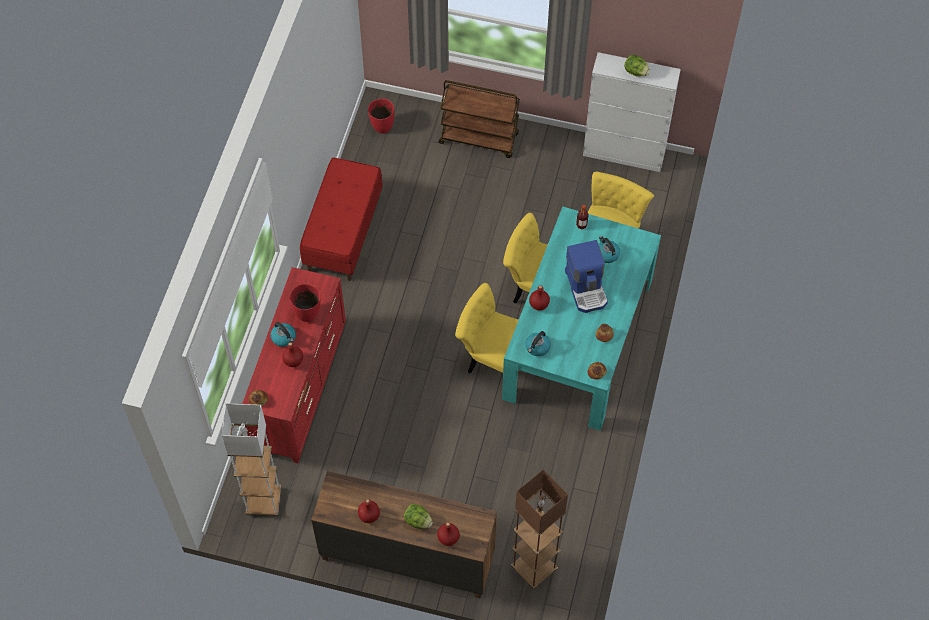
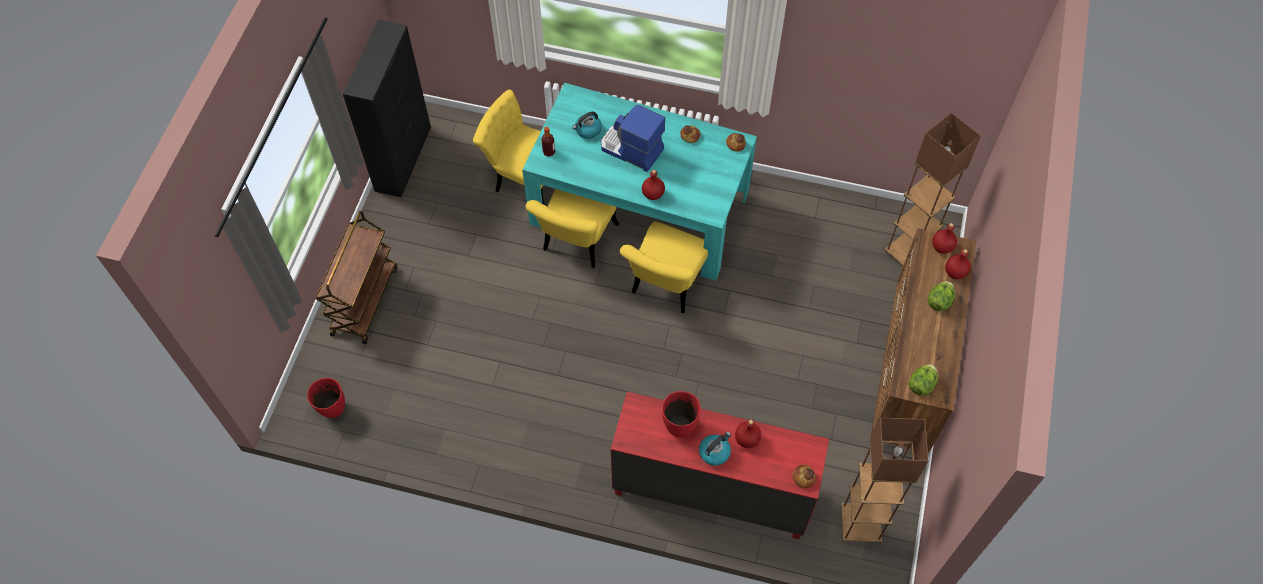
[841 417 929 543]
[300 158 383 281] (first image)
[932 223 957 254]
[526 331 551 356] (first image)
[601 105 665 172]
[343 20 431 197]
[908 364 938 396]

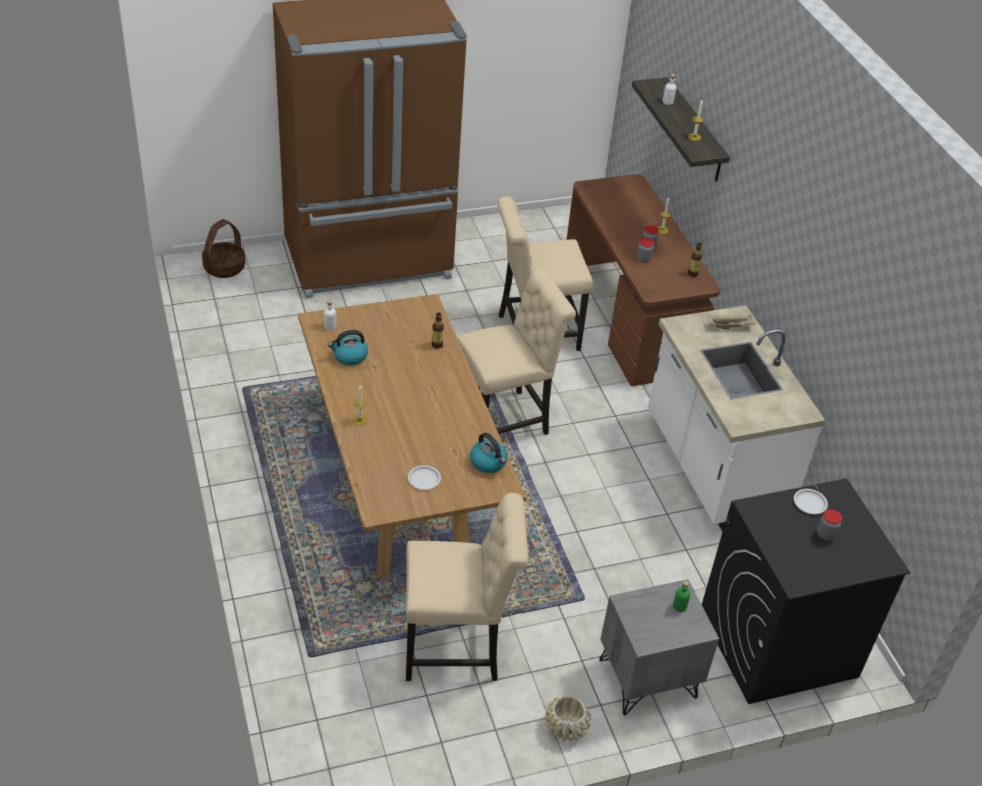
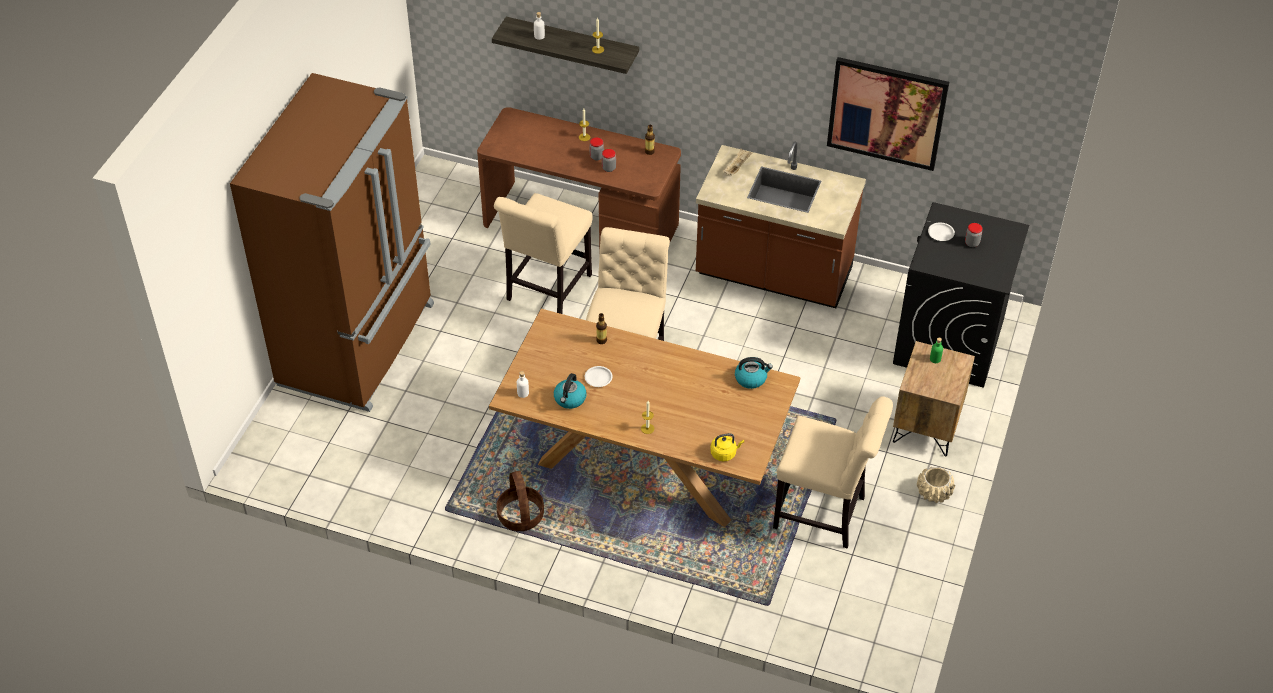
[496 471 544 531]
[773 396 893 548]
[585 366 613 387]
[893 341 975 456]
[696 142 866 308]
[710 433 744 461]
[827 57 949 171]

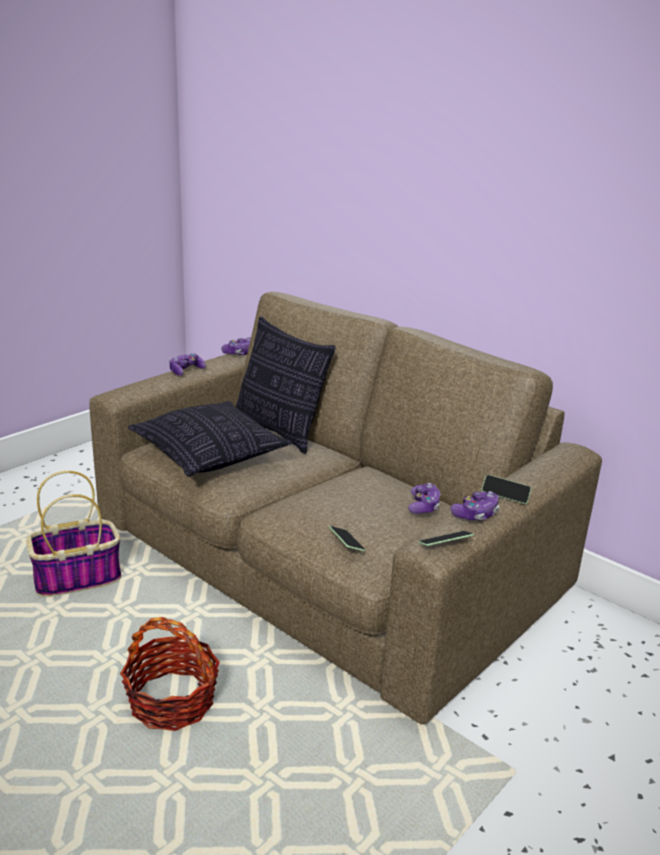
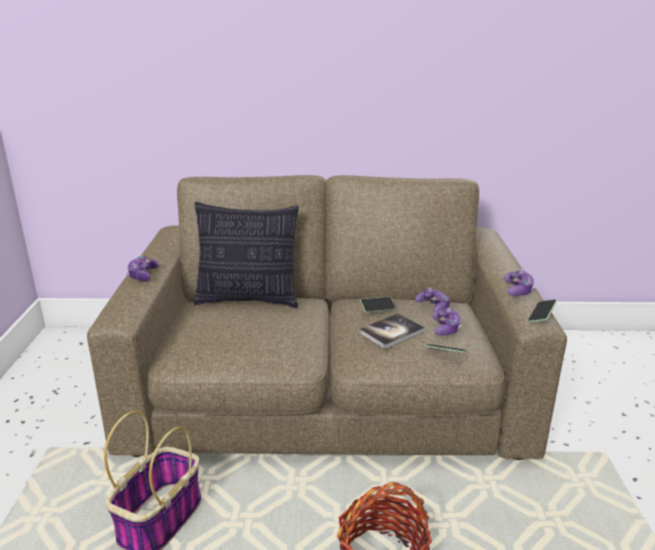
[128 401 292 477] (first image)
[432 308 461 336]
[360 296 396 313]
[359 313 425 349]

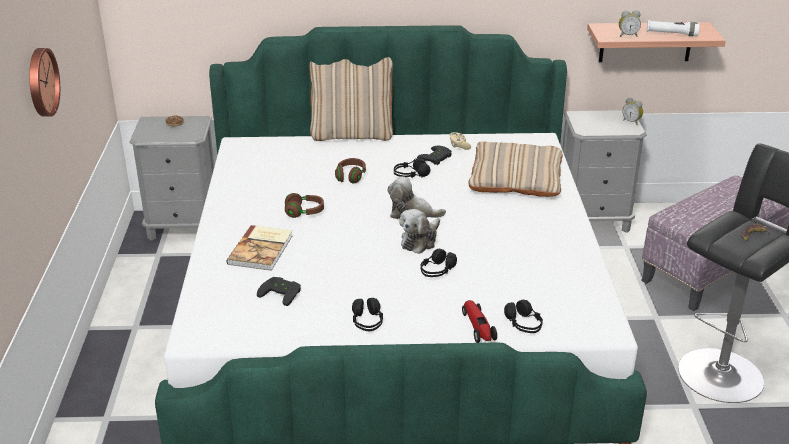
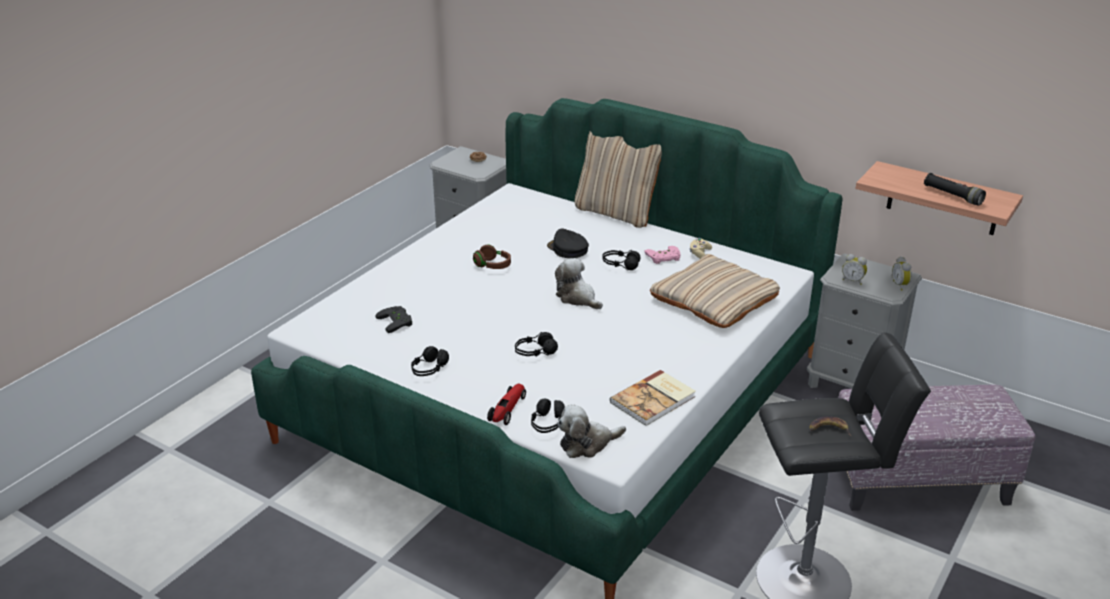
[29 48 60 117] (first image)
[610 370 696 426]
[547 228 589 258]
[557 404 626 458]
[645 246 680 264]
[842 254 867 285]
[924 173 986 206]

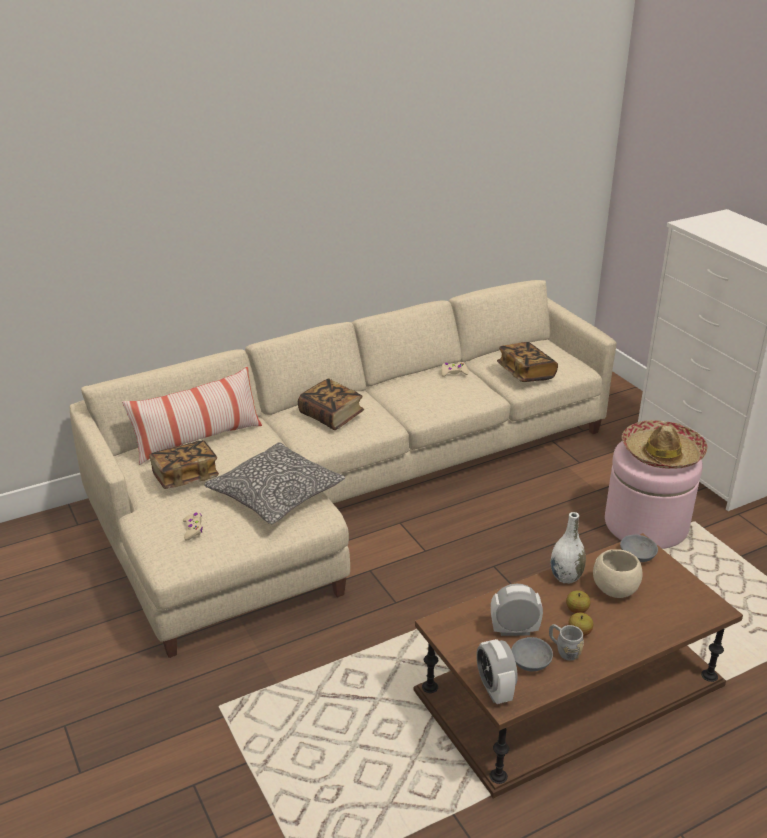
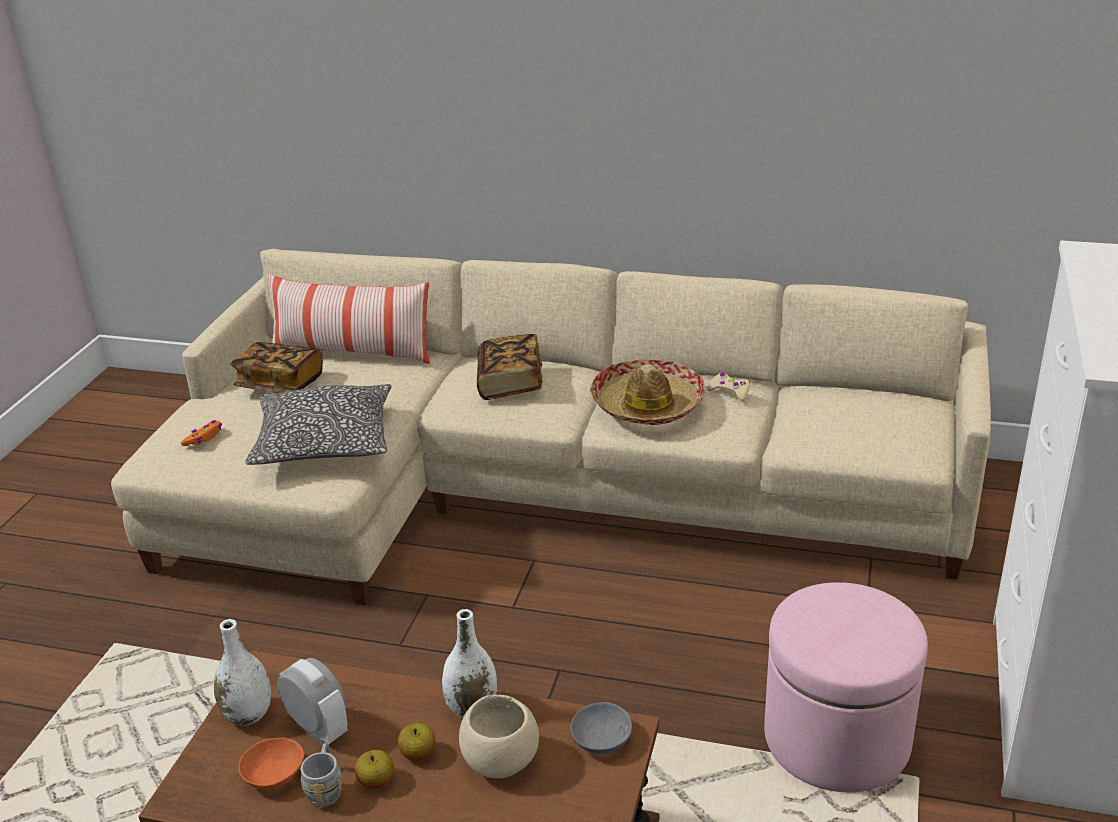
[181 420 222 446]
[476 639 518 704] (first image)
[497 342 558 382] (first image)
[238 737 304 790]
[590 360 705 425]
[214 619 271 725]

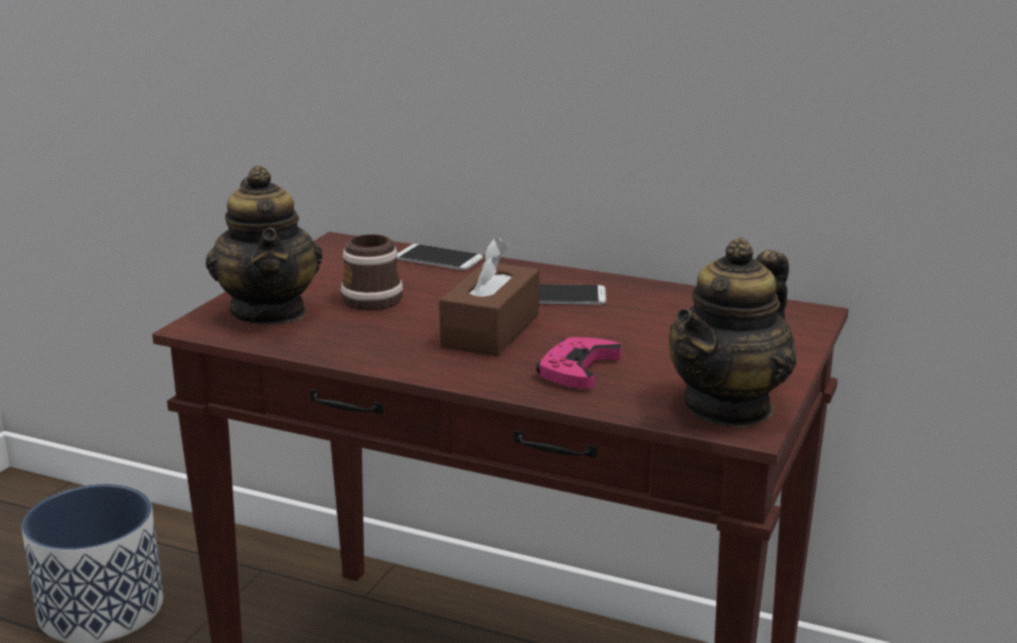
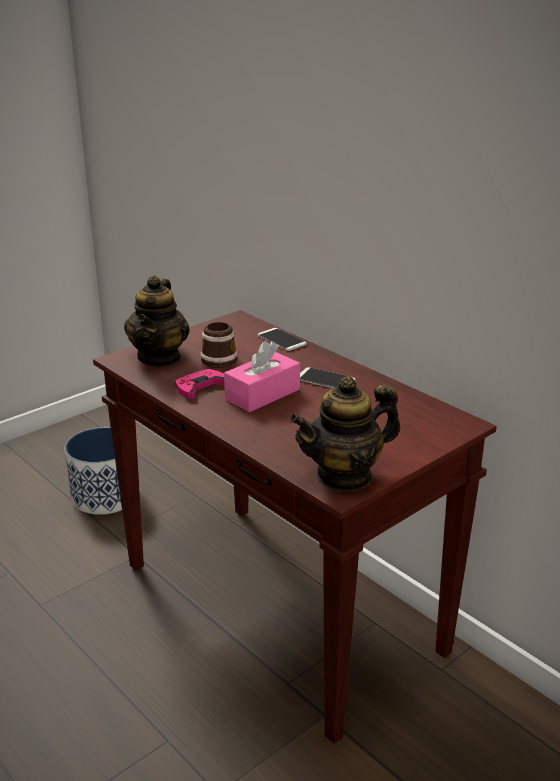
[224 341 300 412]
[175 369 225 399]

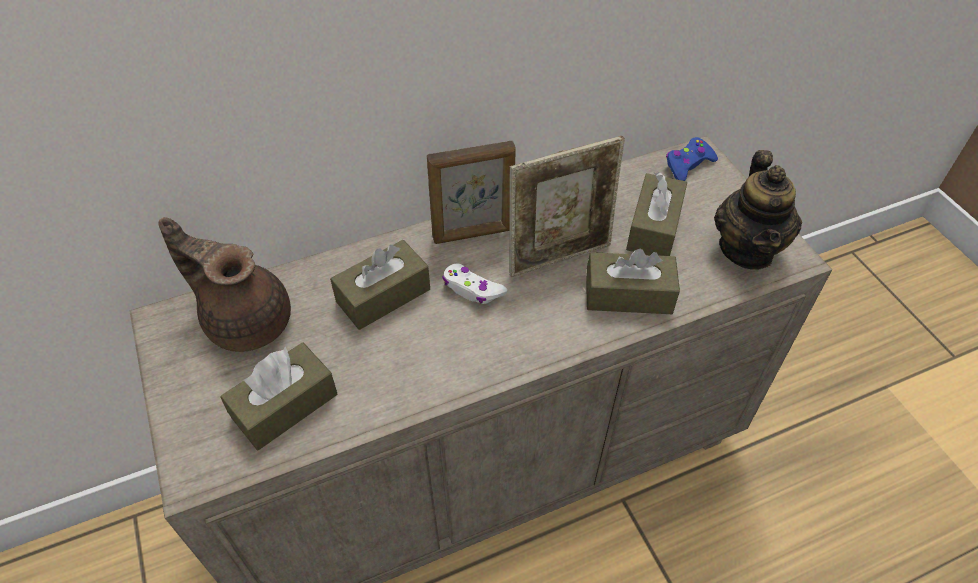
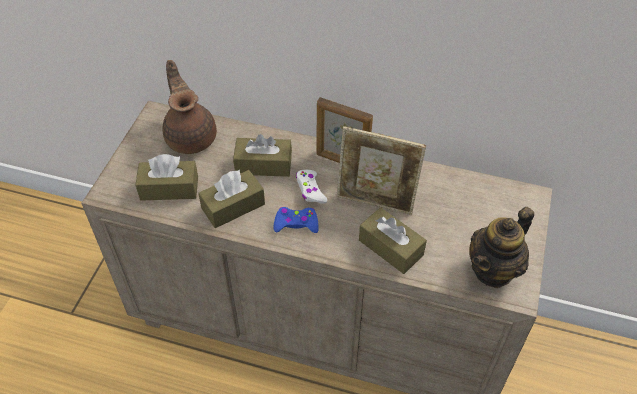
[198 170 265 228]
[273 207 319 233]

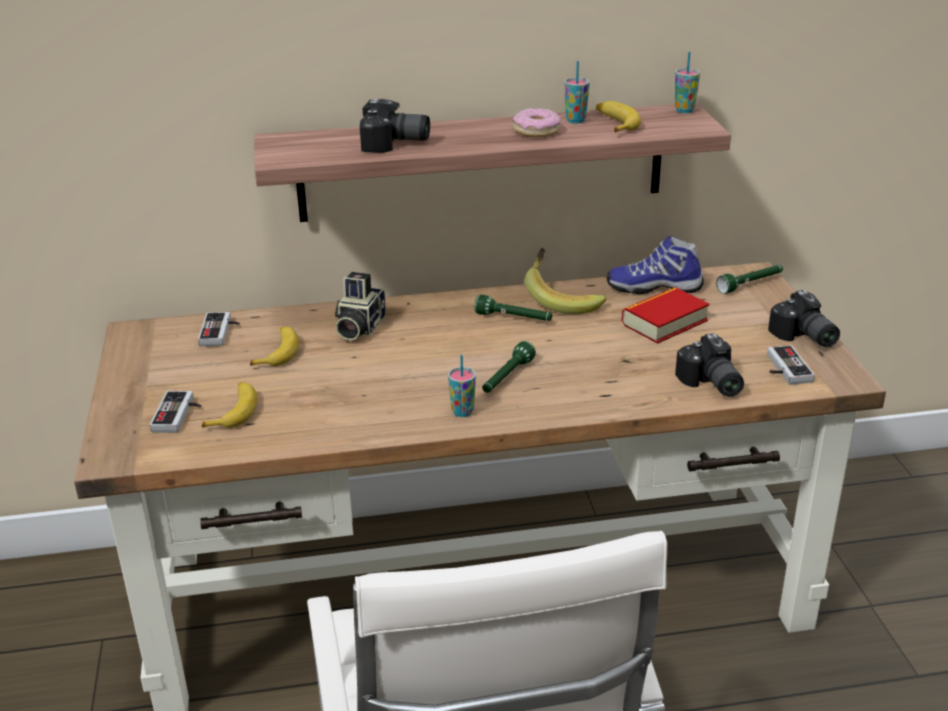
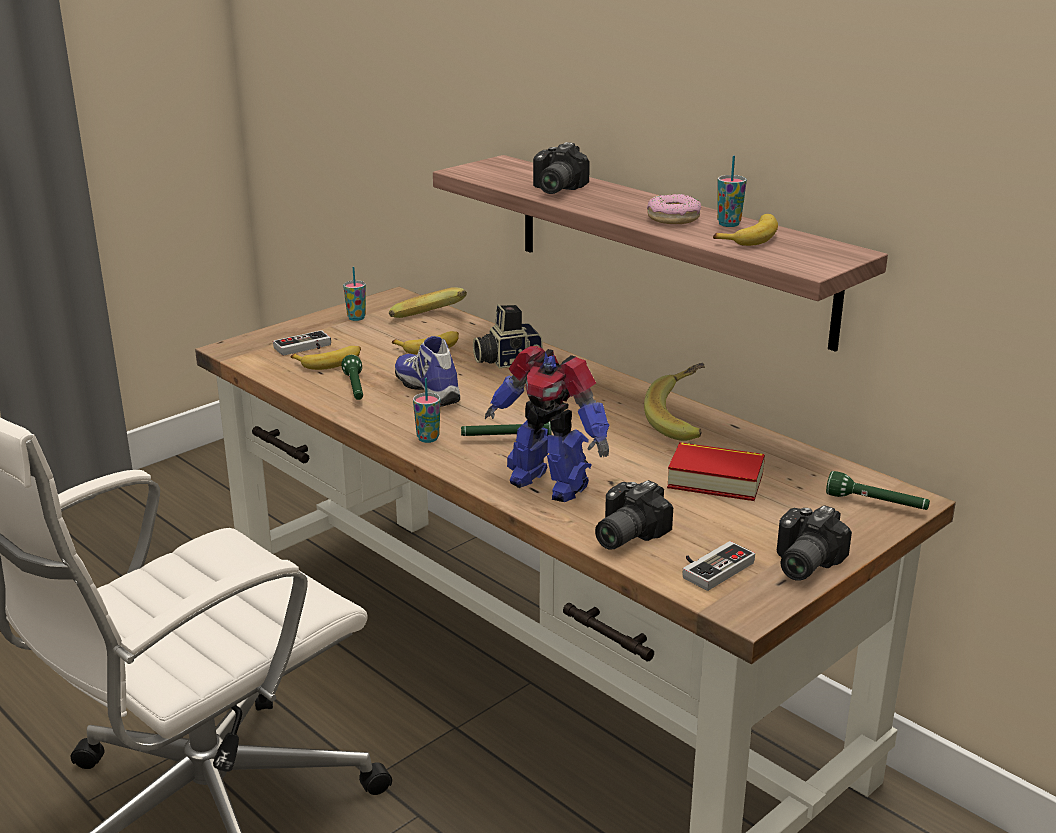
[389 287 467 318]
[533 142 590 194]
[341 355 363 400]
[395 336 460 407]
[343 267 366 321]
[485 346 609 502]

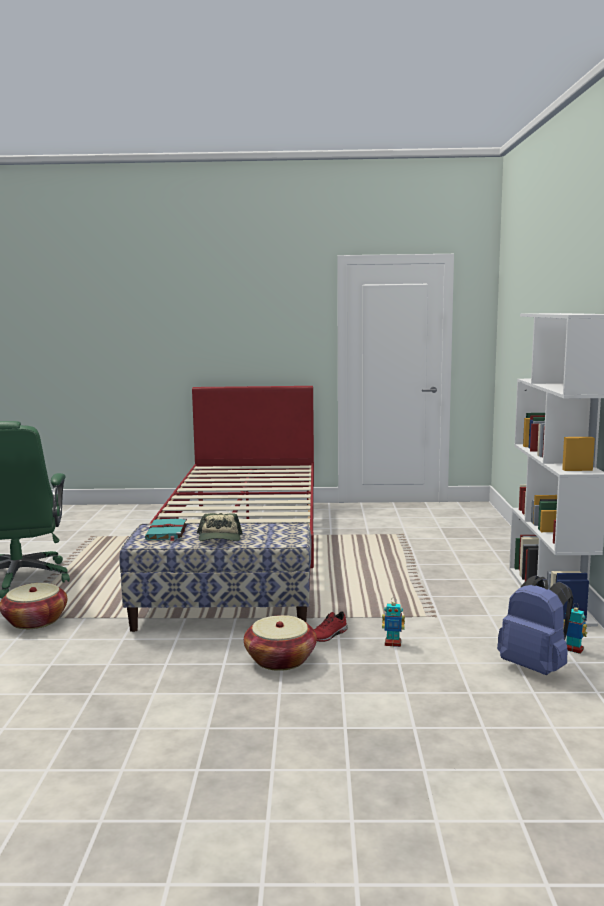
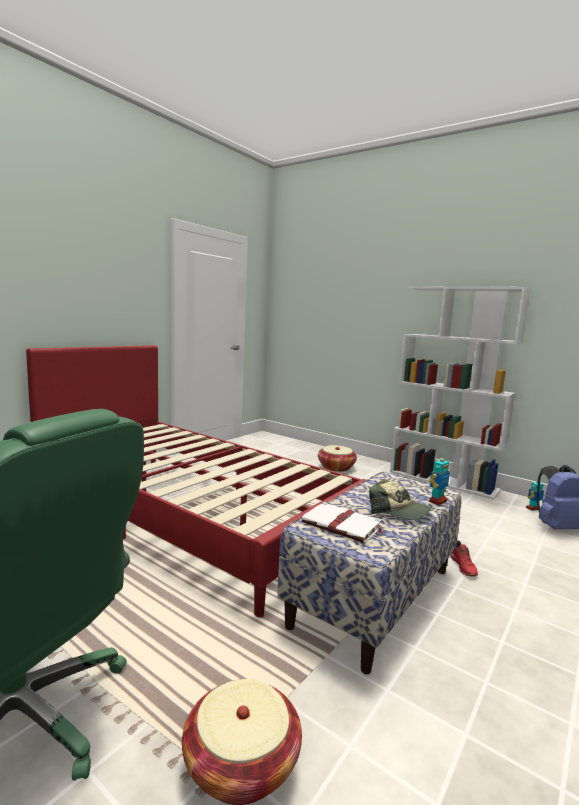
[301 502 383 543]
[318 445 357 472]
[429 456 450 505]

